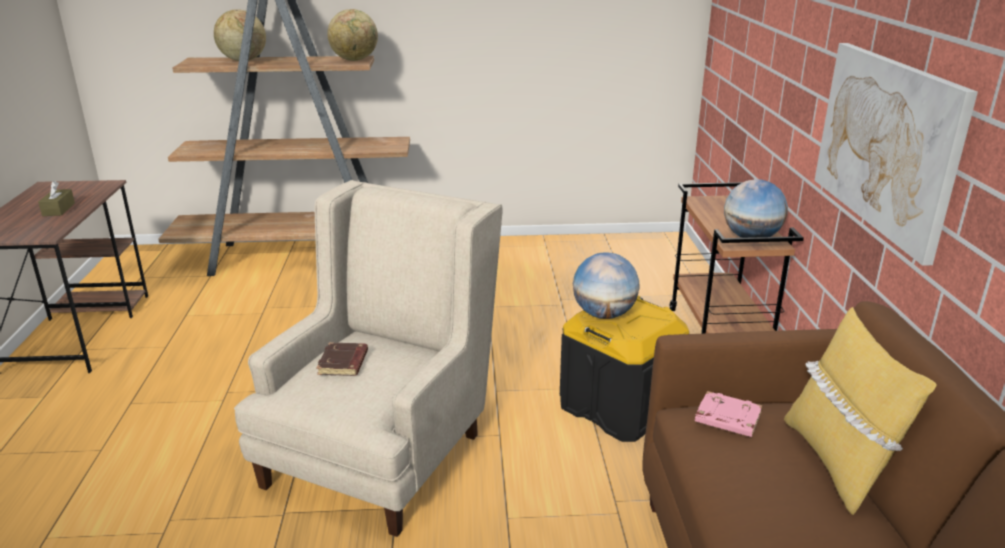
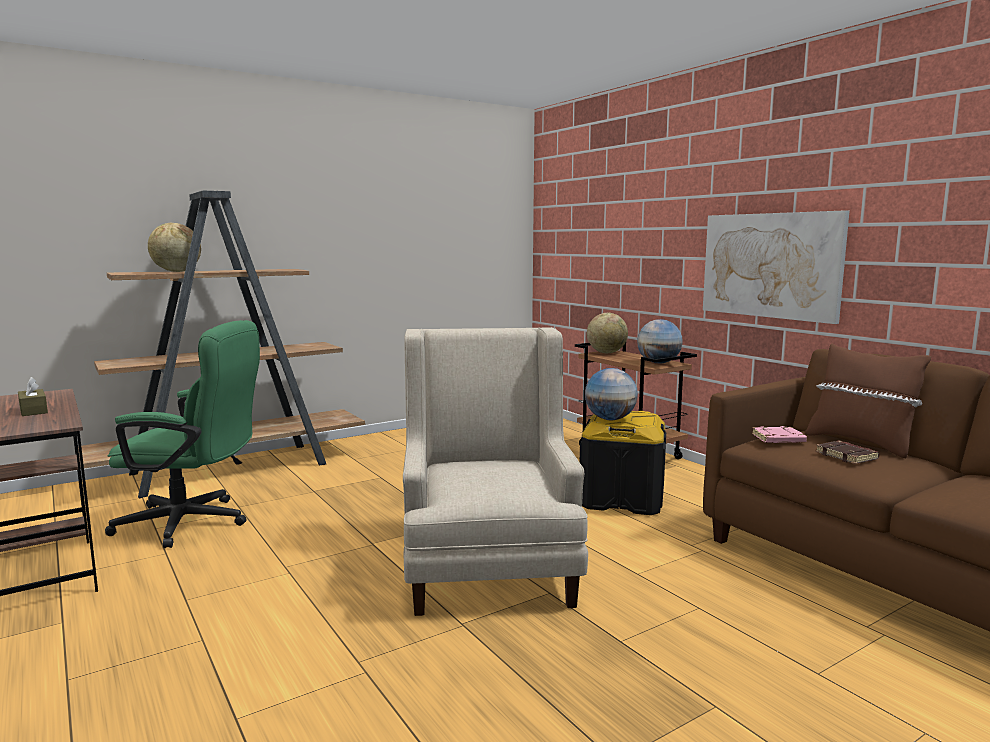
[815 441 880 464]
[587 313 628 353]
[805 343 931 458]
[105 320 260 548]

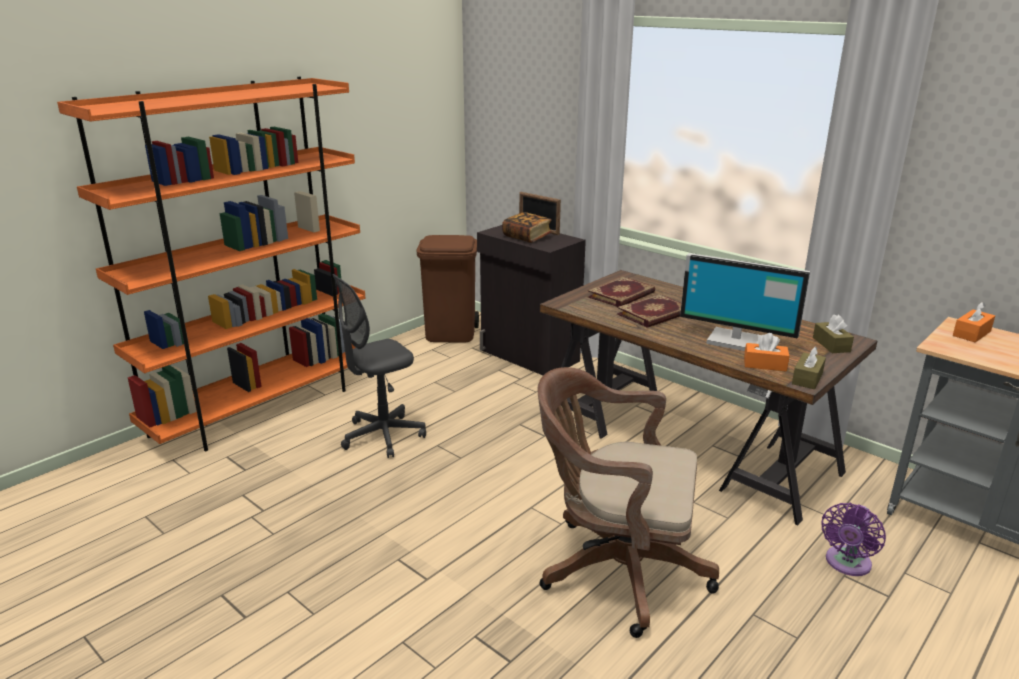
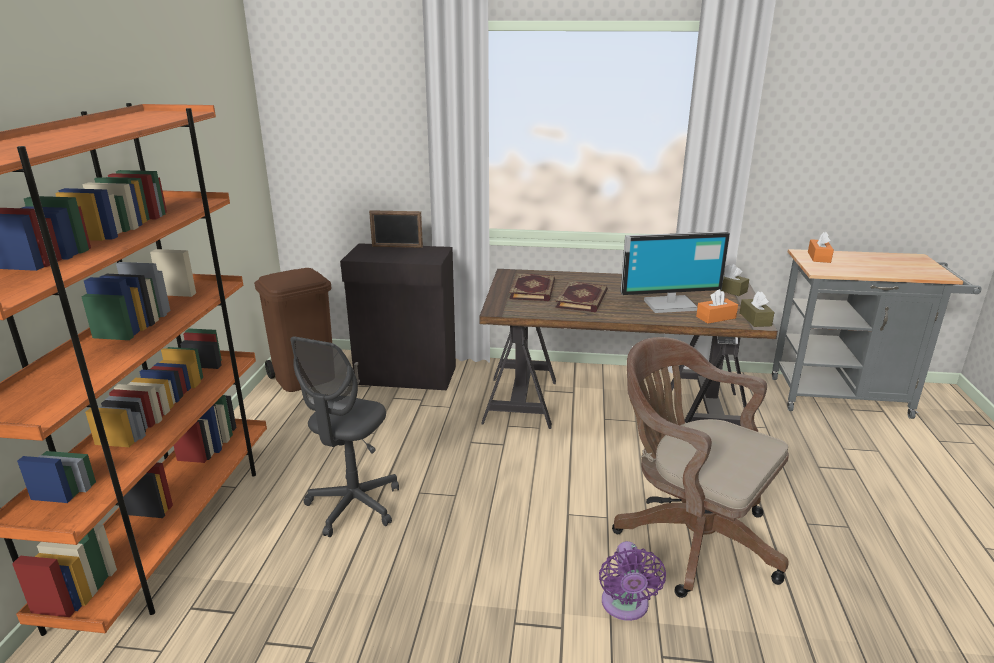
[502 212 552 243] (first image)
[612 337 789 598]
[599 541 666 621]

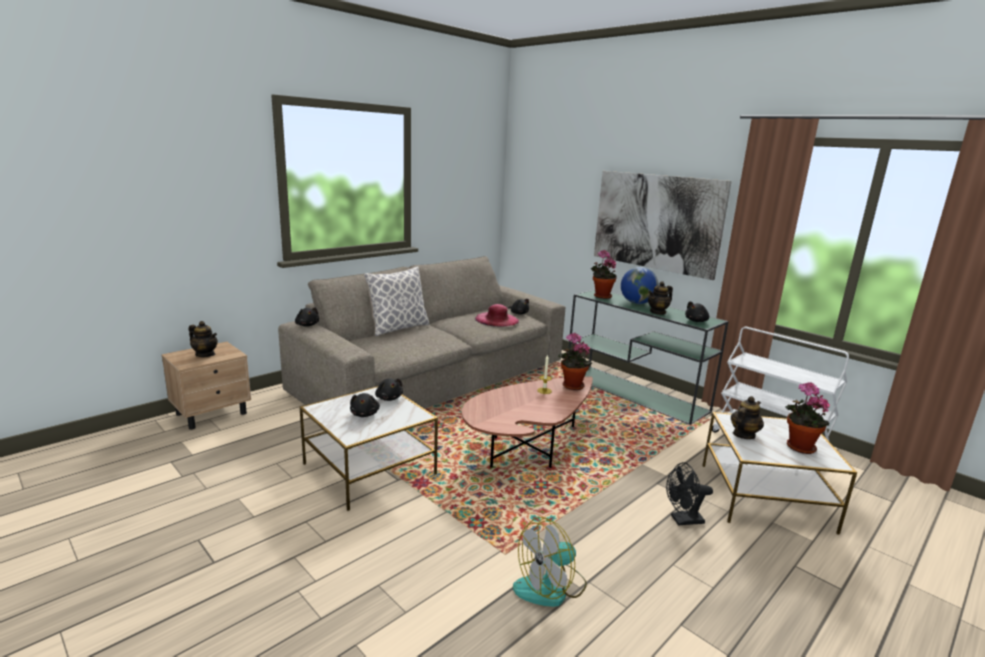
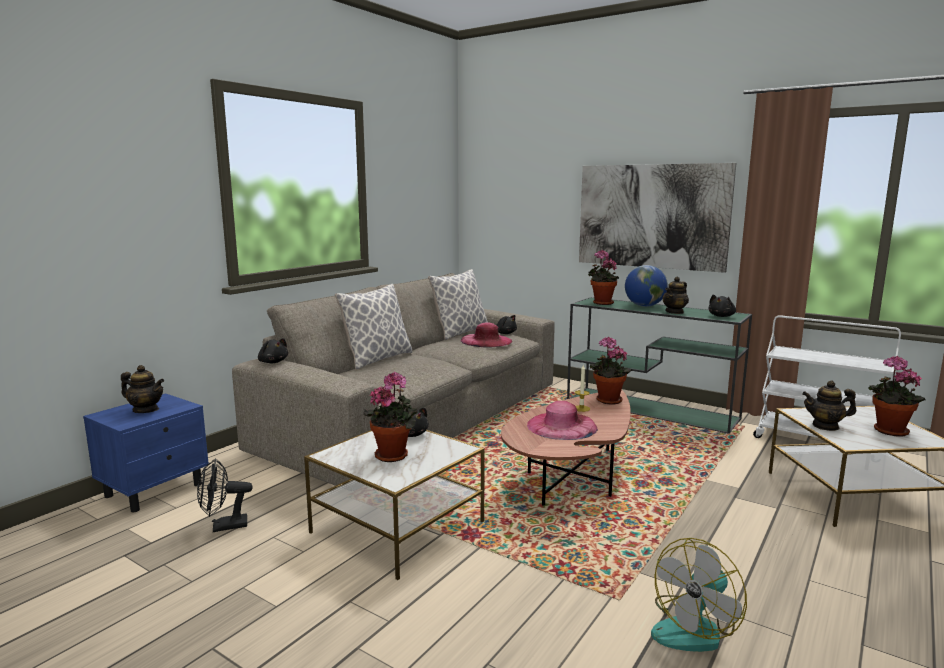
[83 393 209 512]
[363 372 417 462]
[197 458 252 532]
[802 381 856 431]
[428 269 488 340]
[527 401 598 440]

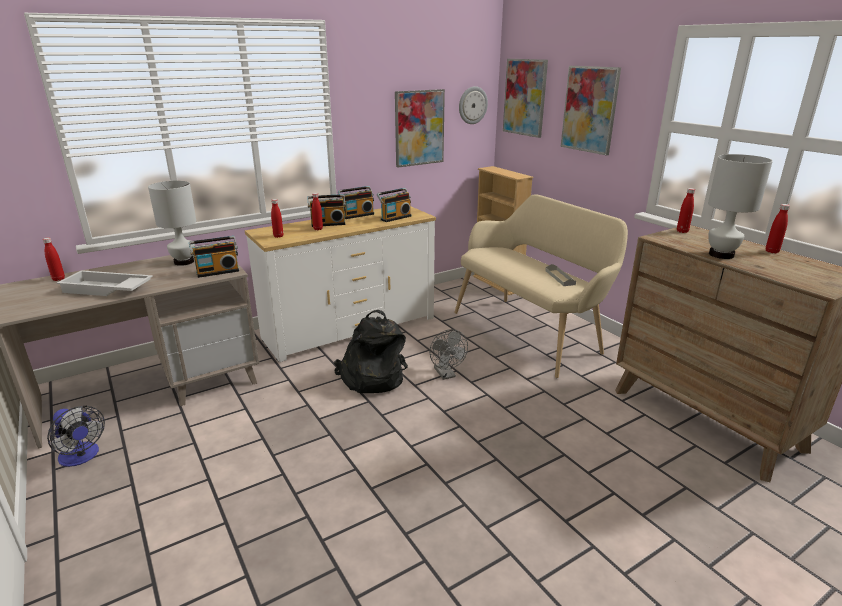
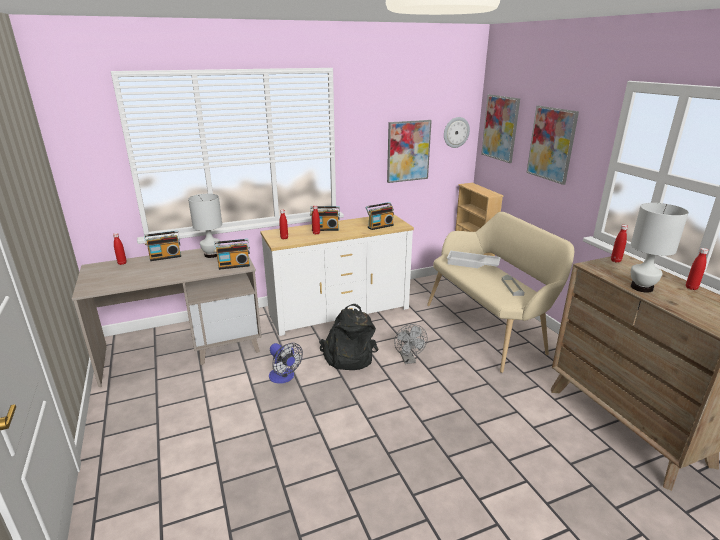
[269 343 303 384]
[447 251 501 268]
[144 231 181 261]

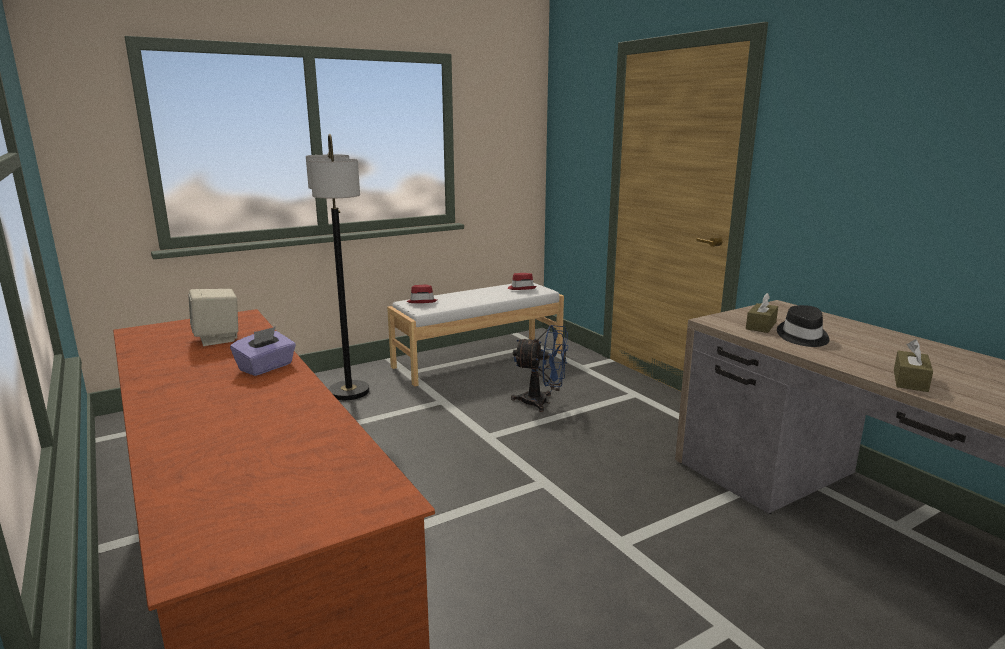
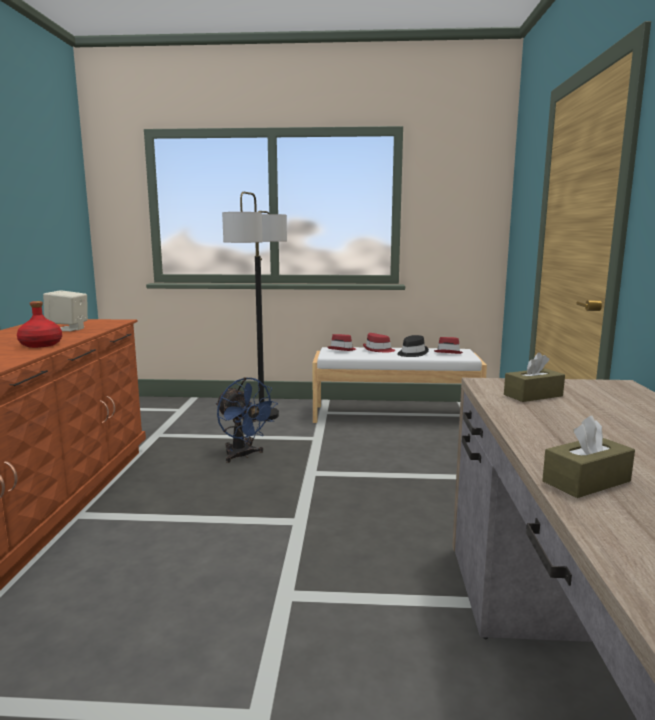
[17 301 62 348]
[216 377 278 463]
[397 335 429 357]
[363 333 395 353]

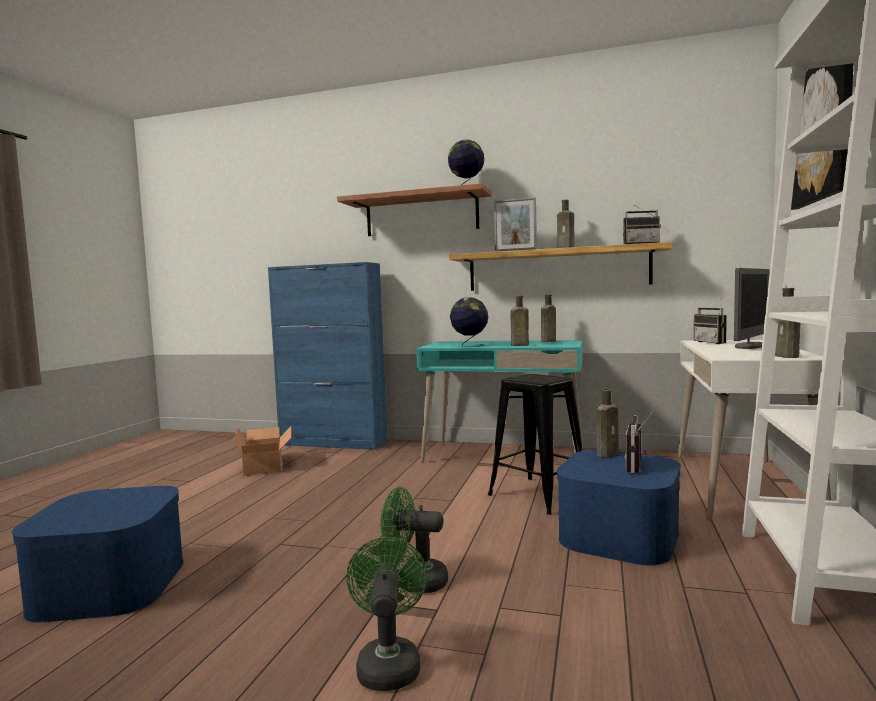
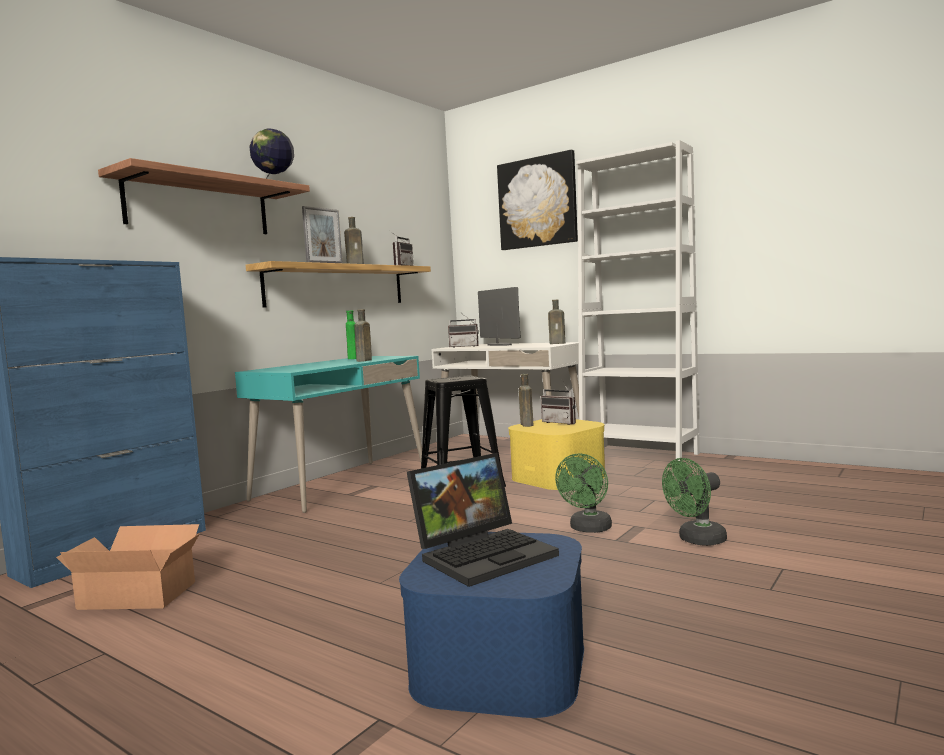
[662 458 727 546]
[450 297 488 347] (first image)
[346 311 356 359]
[508 419 605 490]
[407 453 559 587]

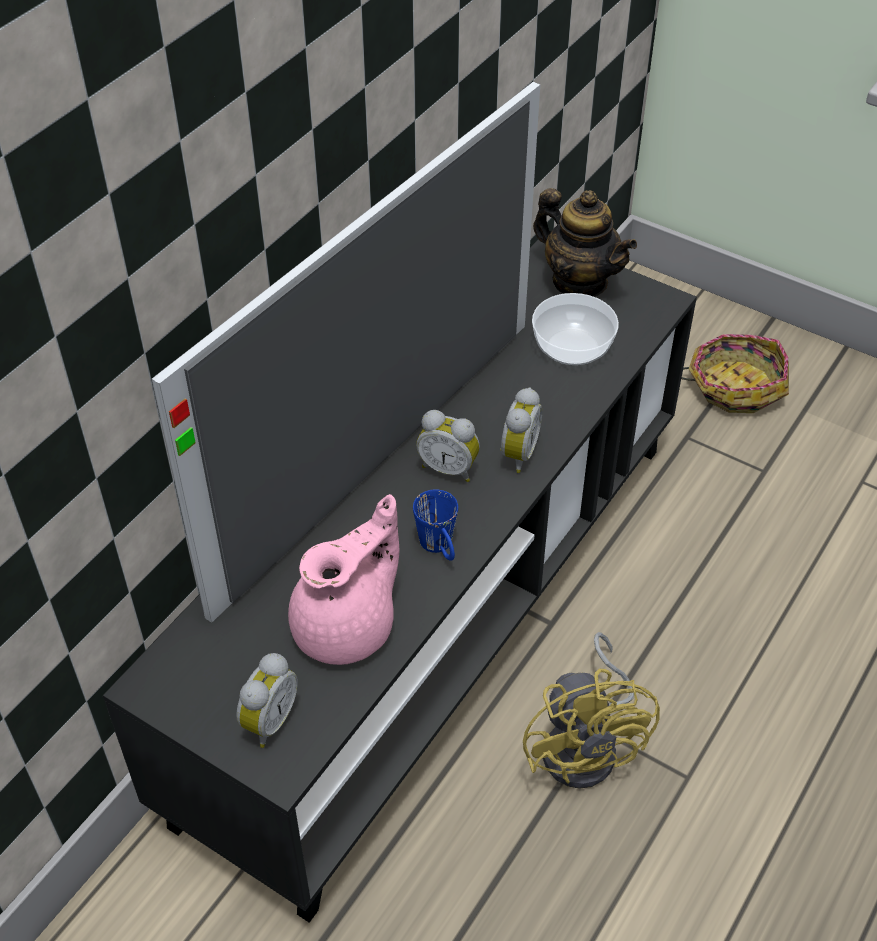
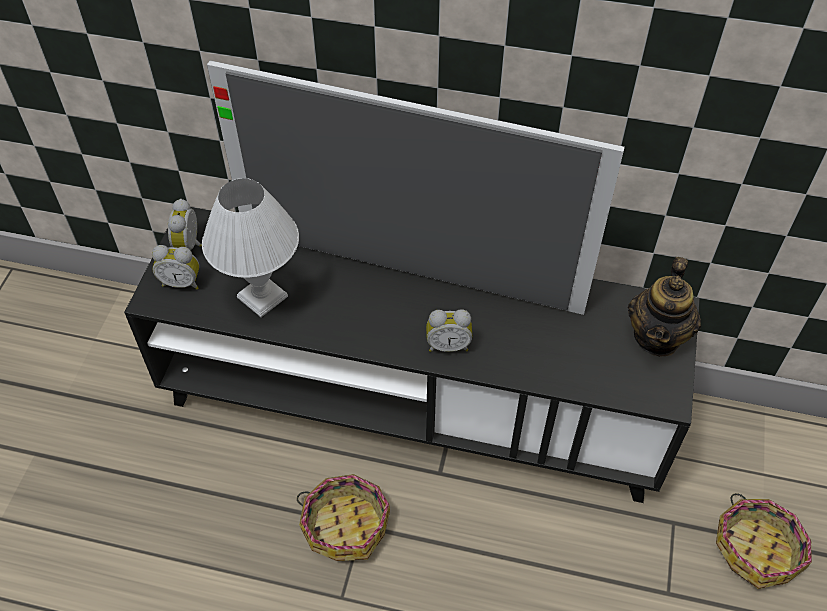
[202 178 299 317]
[413 489 458 561] (first image)
[168 199 202 250]
[297 474 390 561]
[532 293 619 365] (first image)

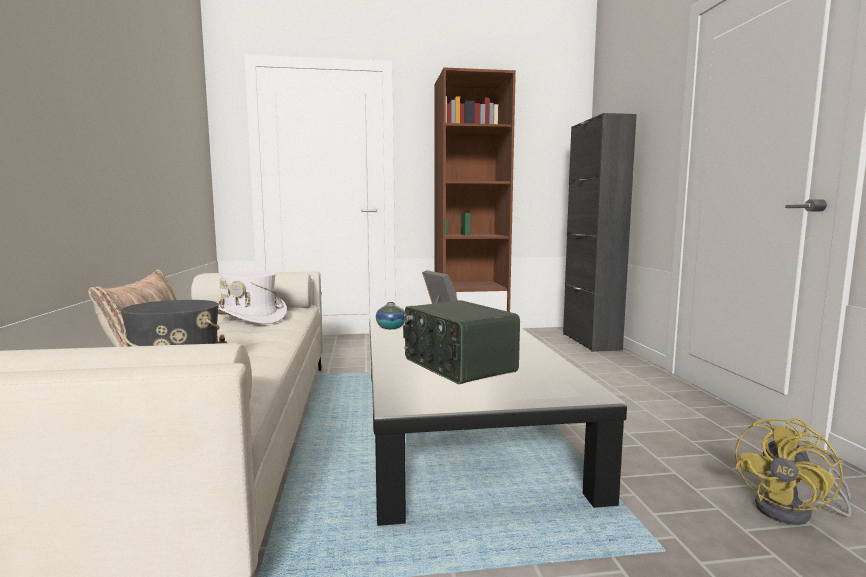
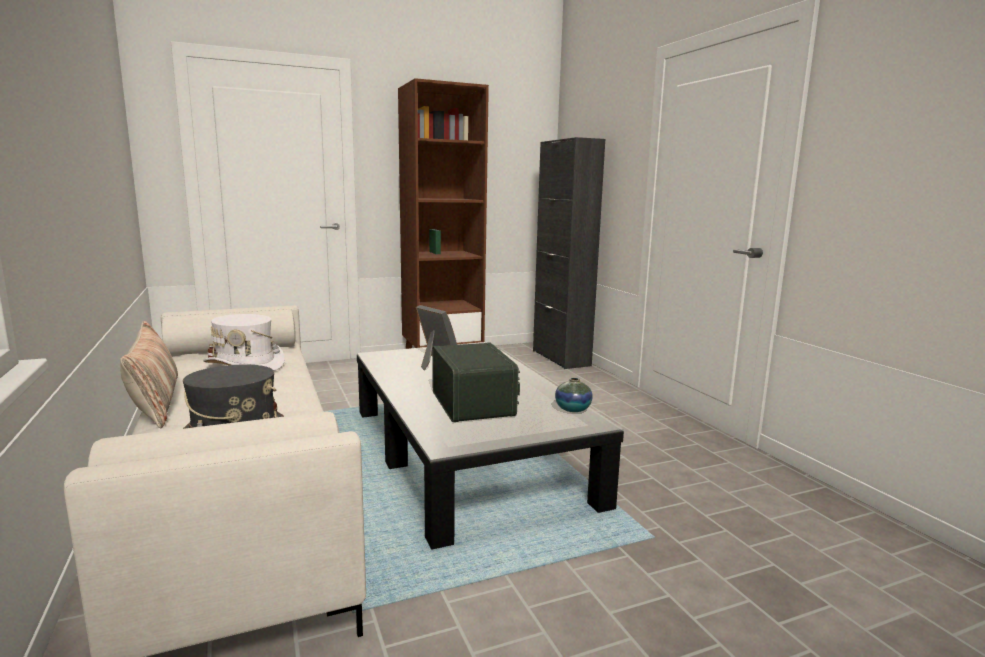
[555 378 593 412]
[432 342 520 422]
[734 418 852 525] (first image)

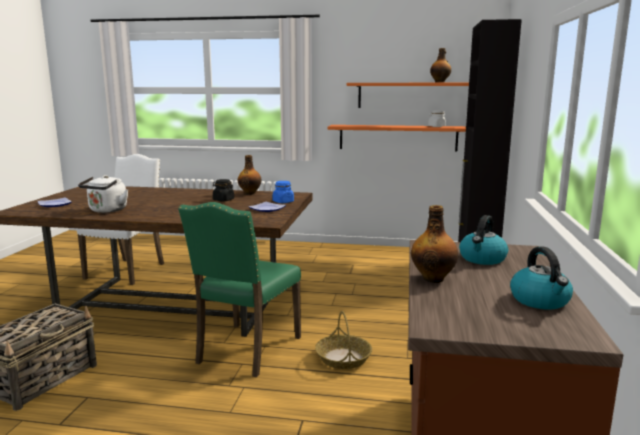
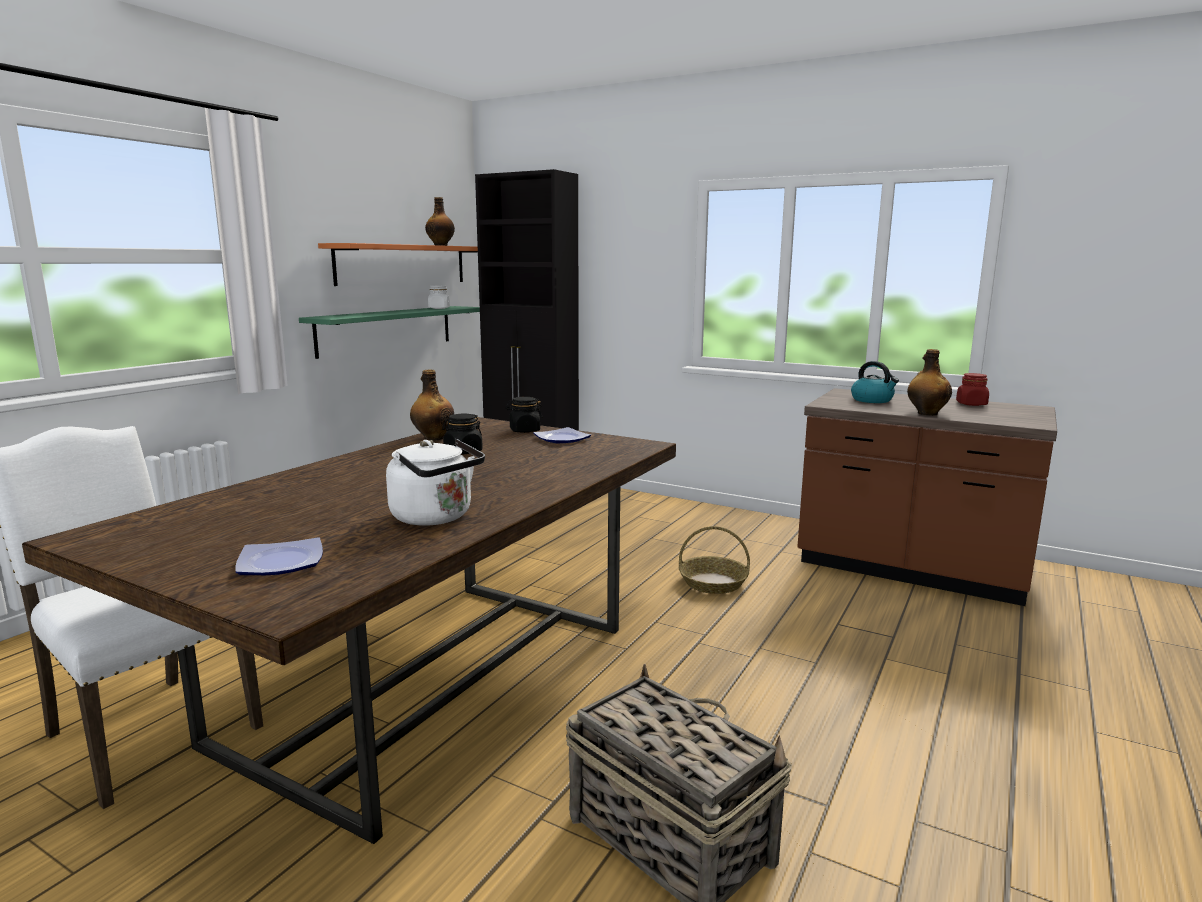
[178 202 301 377] (first image)
[506 397 543 433]
[299 306 480 359]
[956 373 989 406]

